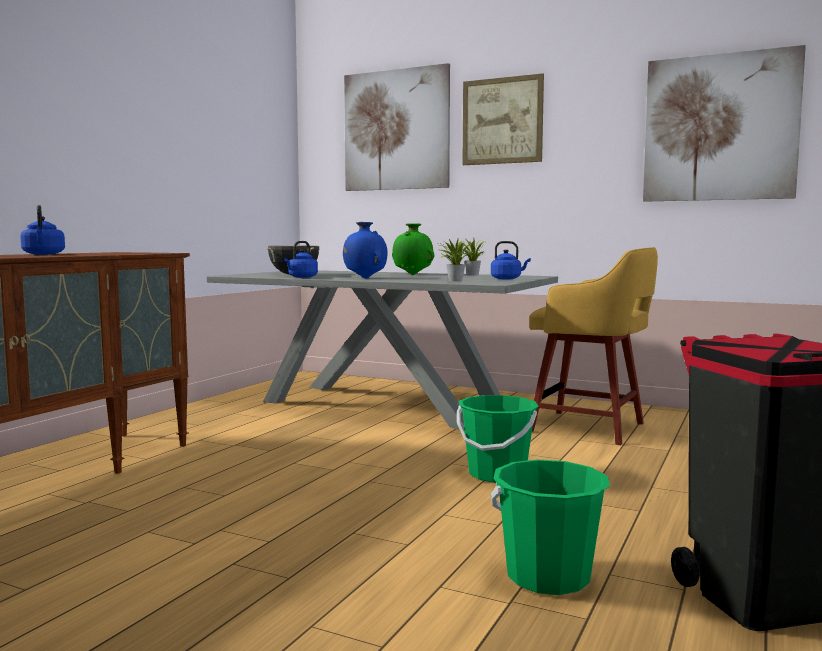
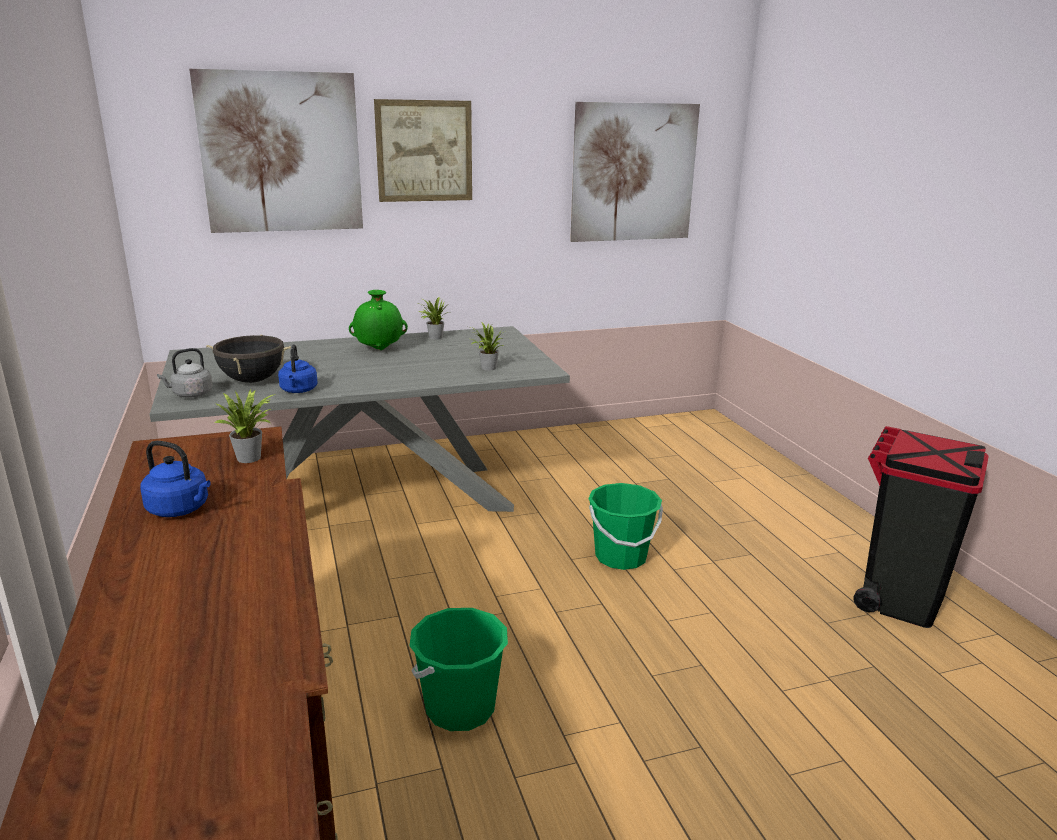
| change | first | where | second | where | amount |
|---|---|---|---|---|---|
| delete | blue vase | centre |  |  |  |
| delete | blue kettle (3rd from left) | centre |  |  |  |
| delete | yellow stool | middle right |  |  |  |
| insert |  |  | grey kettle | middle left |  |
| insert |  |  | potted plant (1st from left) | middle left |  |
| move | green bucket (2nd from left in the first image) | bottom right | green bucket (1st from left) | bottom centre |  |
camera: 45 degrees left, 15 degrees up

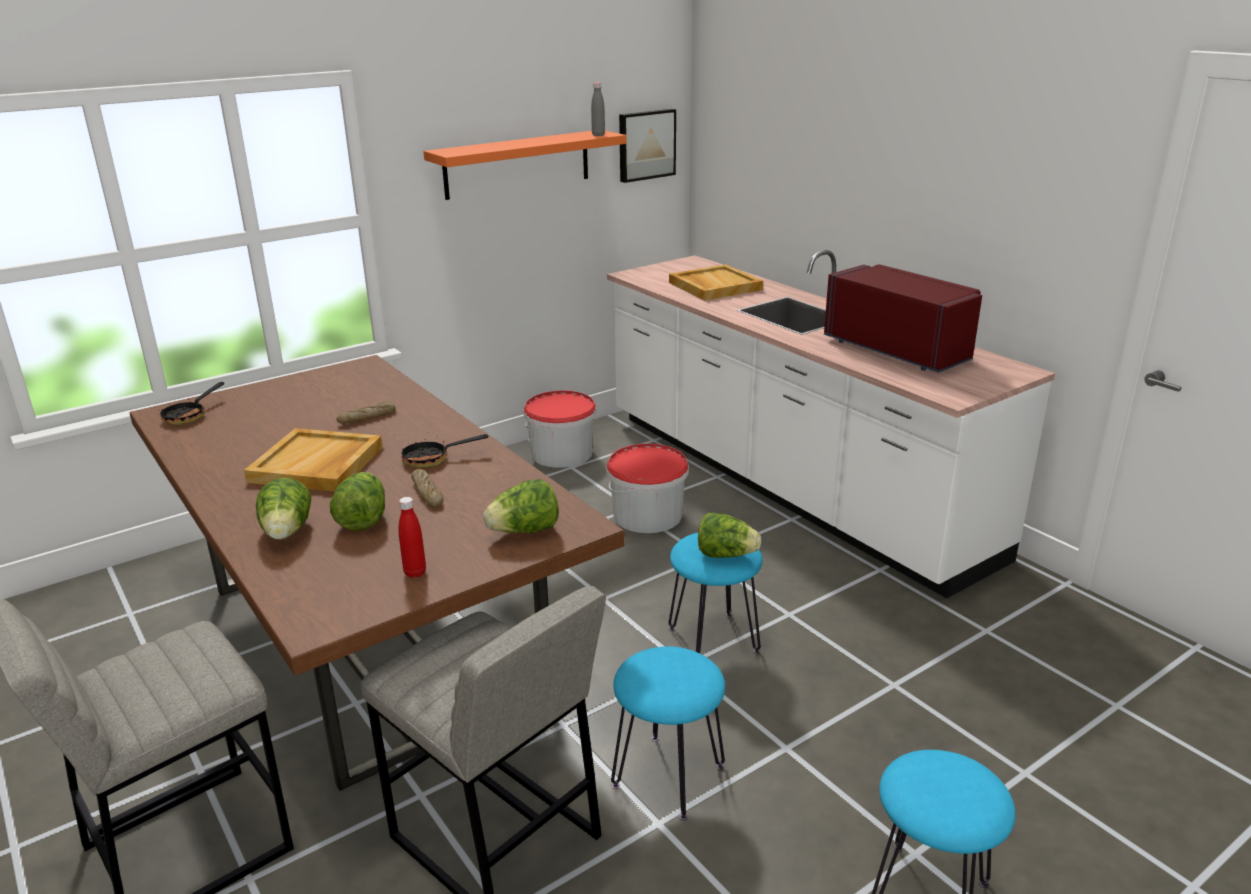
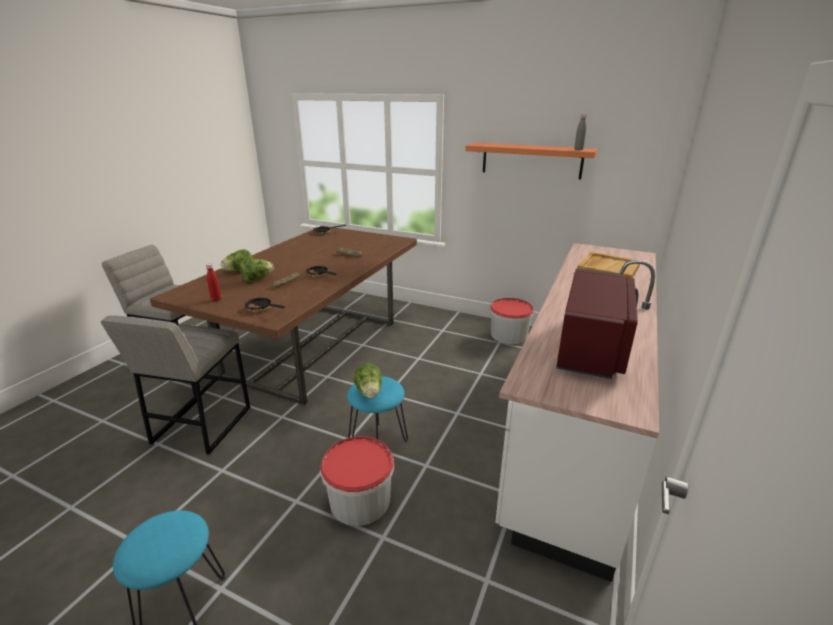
| change | first | where | second | where | amount |
|---|---|---|---|---|---|
| delete | beige tray (1st from left) | middle left |  |  |  |
| delete | turquoise stool (1st from left) | bottom centre |  |  |  |
| delete | picture | top centre |  |  |  |
| move | bucket (2nd from left in the first image) | centre | bucket (1st from left) | bottom centre |  |
| replace | lettuce (3rd from left) | centre | frying pan (1st from left) | middle left |  |
camera: 60 degrees right, 0 degrees up

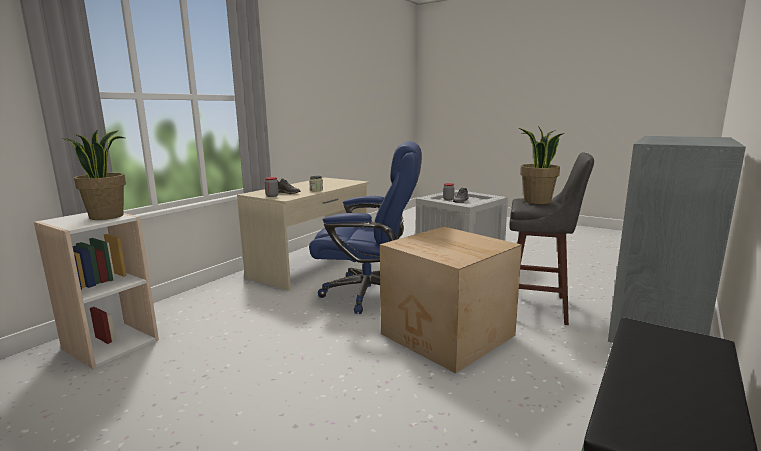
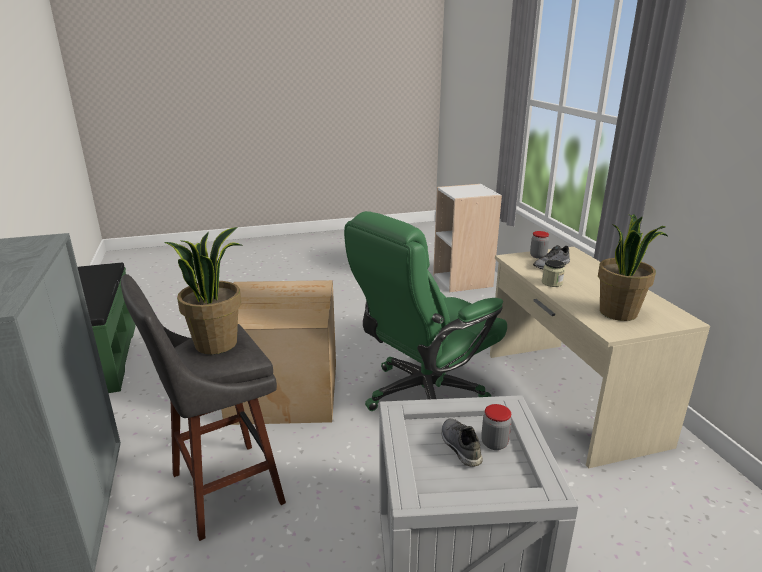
| change | first | where | second | where | amount |
|---|---|---|---|---|---|
| move | potted plant (1st from left in the first image) | middle left | potted plant (2nd from left) | middle right |  |
| recolor | blue office chair | centre | green office chair | centre |  |
camera: 130 degrees right, 10 degrees up

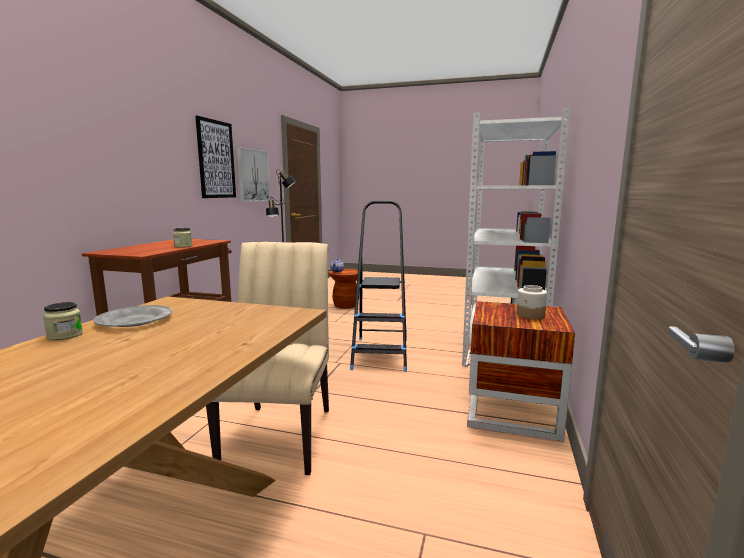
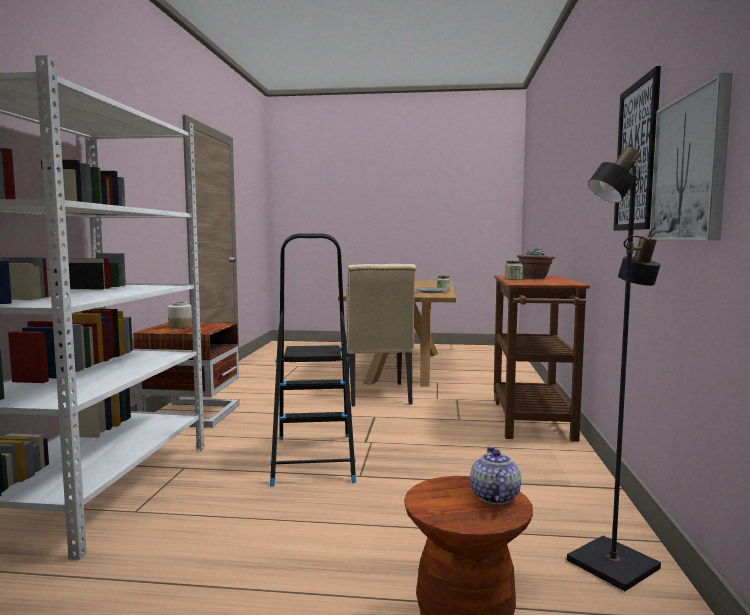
| change | first | where | second | where | amount |
|---|---|---|---|---|---|
| insert |  |  | potted plant | middle right |  |
camera: 170 degrees right, 5 degrees down

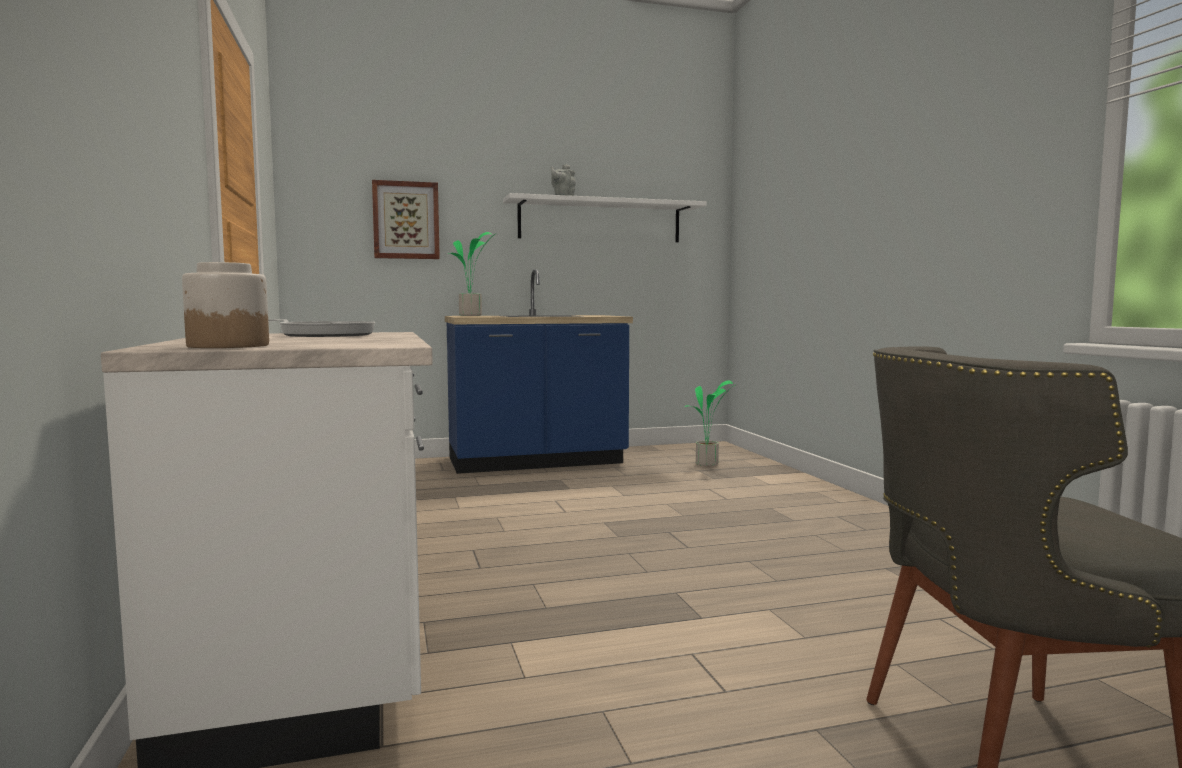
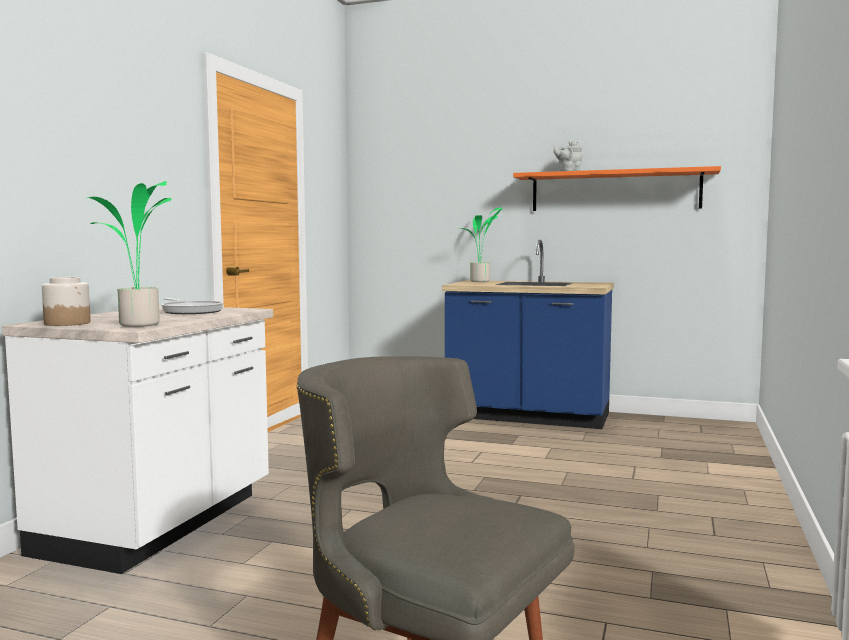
| change | first | where | second | where | amount |
|---|---|---|---|---|---|
| delete | picture | top centre |  |  |  |
| move | potted plant (2nd from left in the first image) | centre | potted plant (1st from left) | middle left |  |
| recolor | white shelf | top centre | orange shelf | top right |  |
camera: 35 degrees right, 0 degrees up

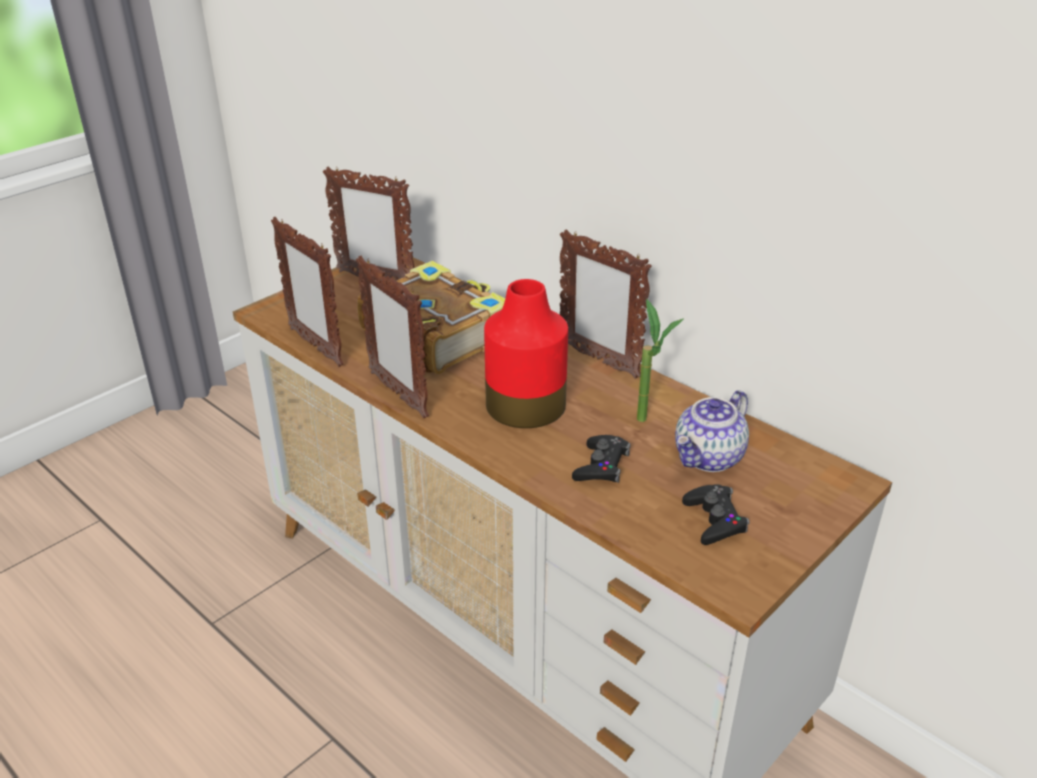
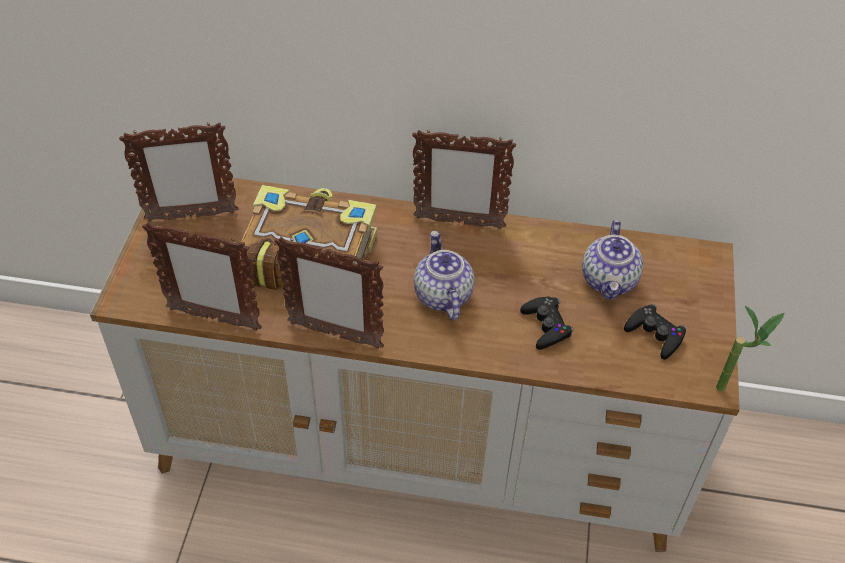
| change | first | where | second | where | amount |
|---|---|---|---|---|---|
| move | potted plant | centre |  | middle right |  |
| replace | red vase | centre | teapot (1st from left) | centre |  |
camera: 35 degrees left, 15 degrees up

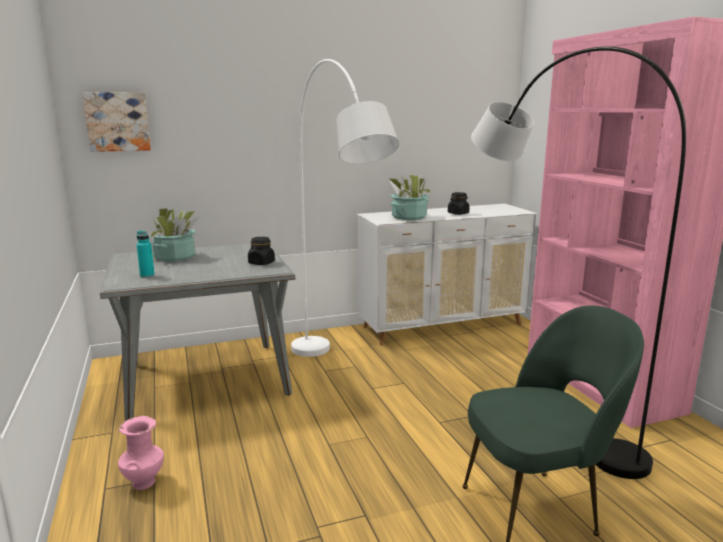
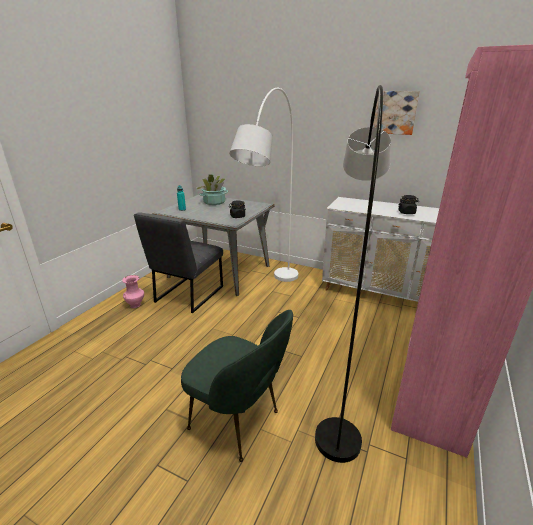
| change | first | where | second | where | amount |
|---|---|---|---|---|---|
| delete | potted plant (2nd from left) | centre |  |  |  |
| insert |  |  | grey chair | centre |  |
| move | picture | top left |  | top right |  |
camera: 45 degrees right, 10 degrees up

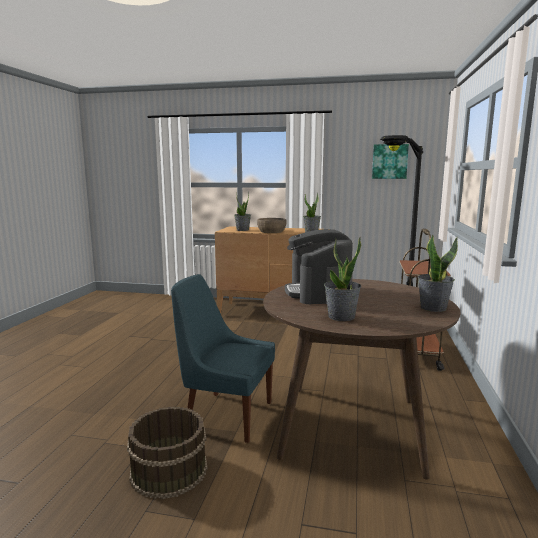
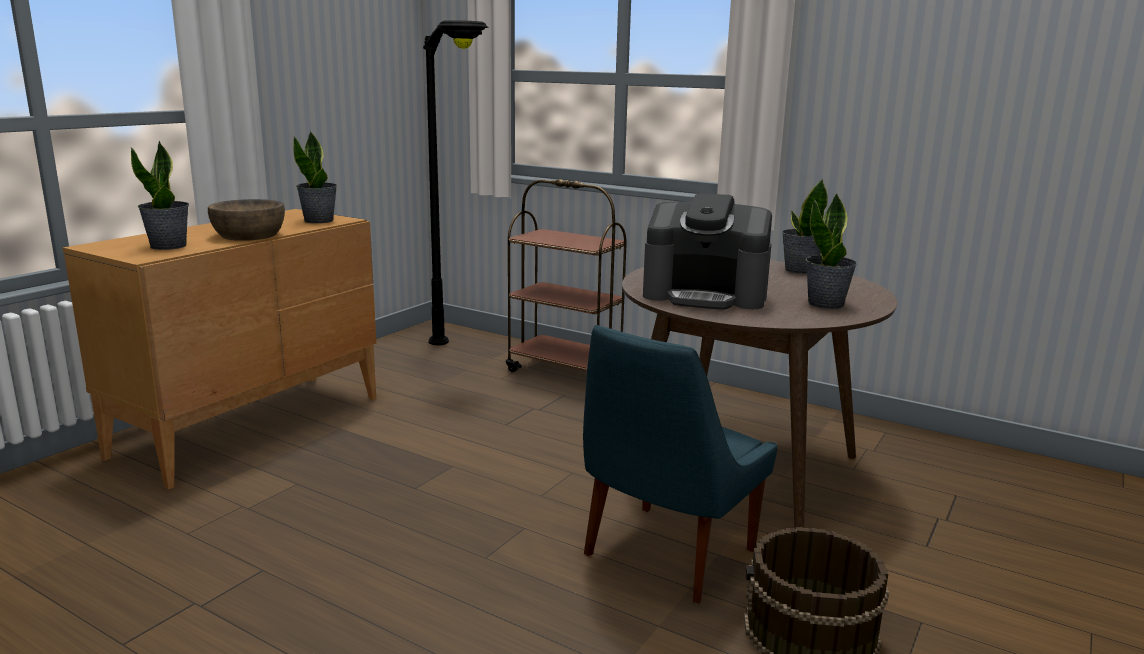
| change | first | where | second | where | amount |
|---|---|---|---|---|---|
| delete | picture | top right |  |  |  |
camera: 70 degrees left, 5 degrees up

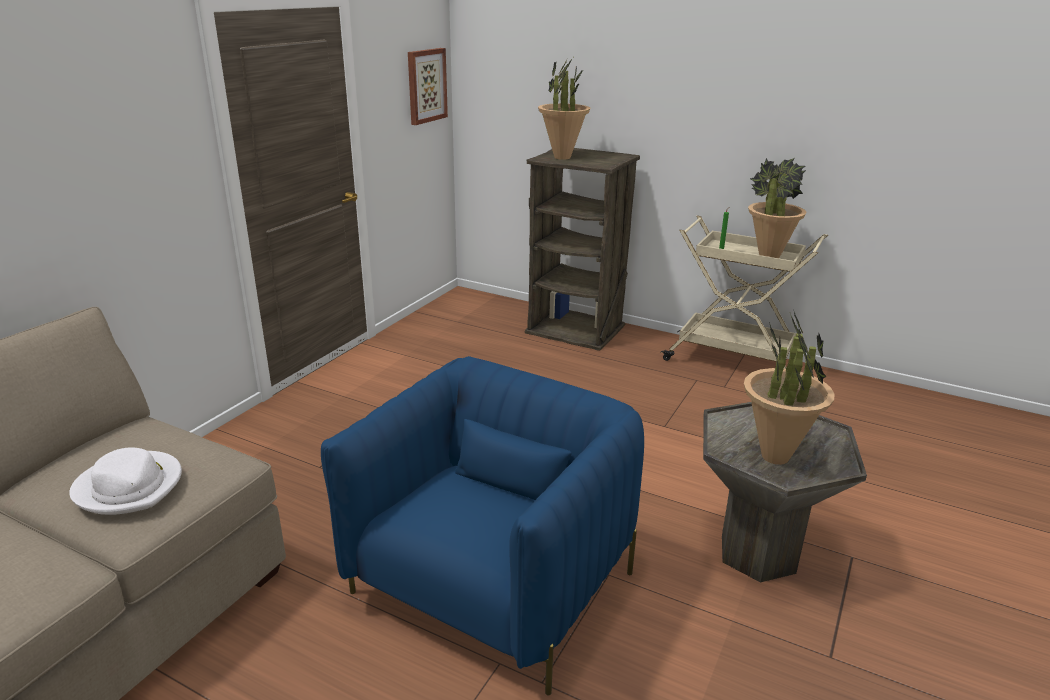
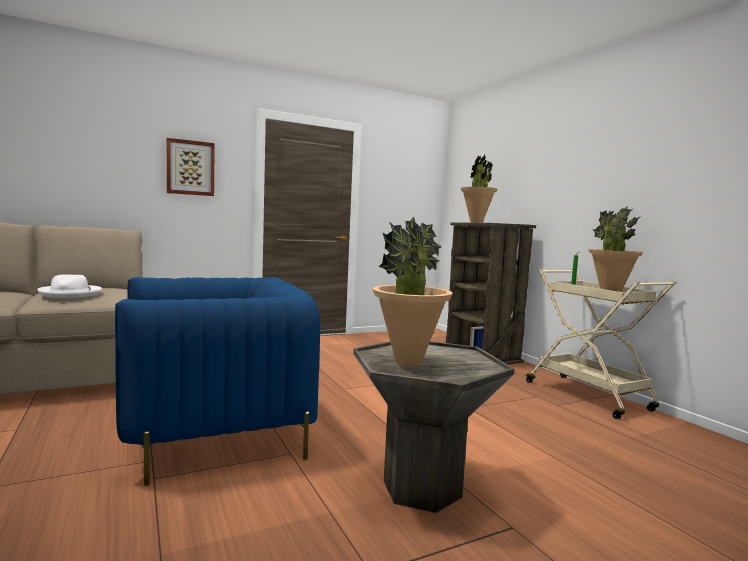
| change | first | where | second | where | amount |
|---|---|---|---|---|---|
| move | picture | top centre |  | top left |  |
camera: 35 degrees right, 20 degrees down

